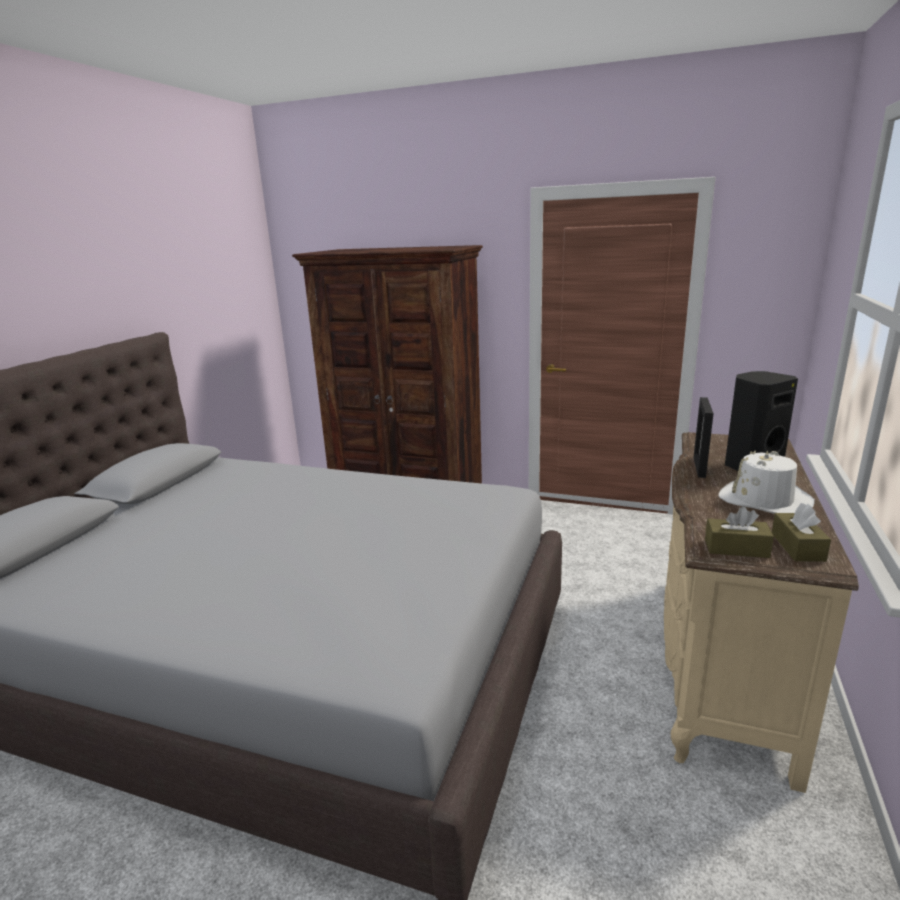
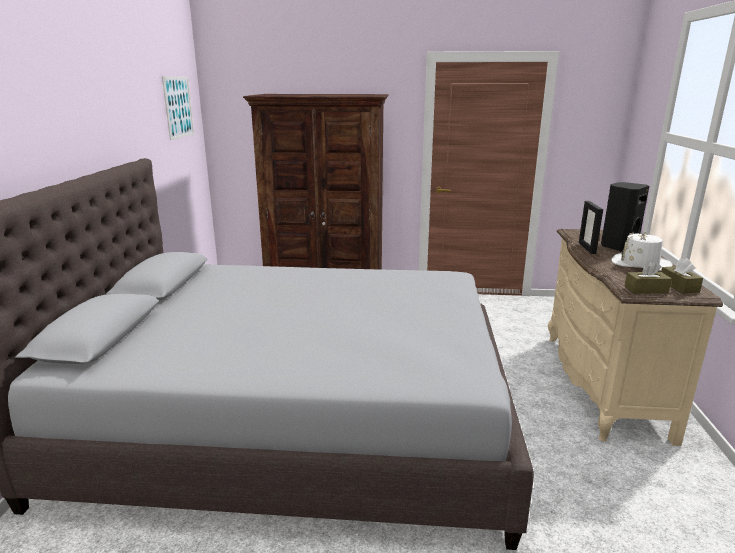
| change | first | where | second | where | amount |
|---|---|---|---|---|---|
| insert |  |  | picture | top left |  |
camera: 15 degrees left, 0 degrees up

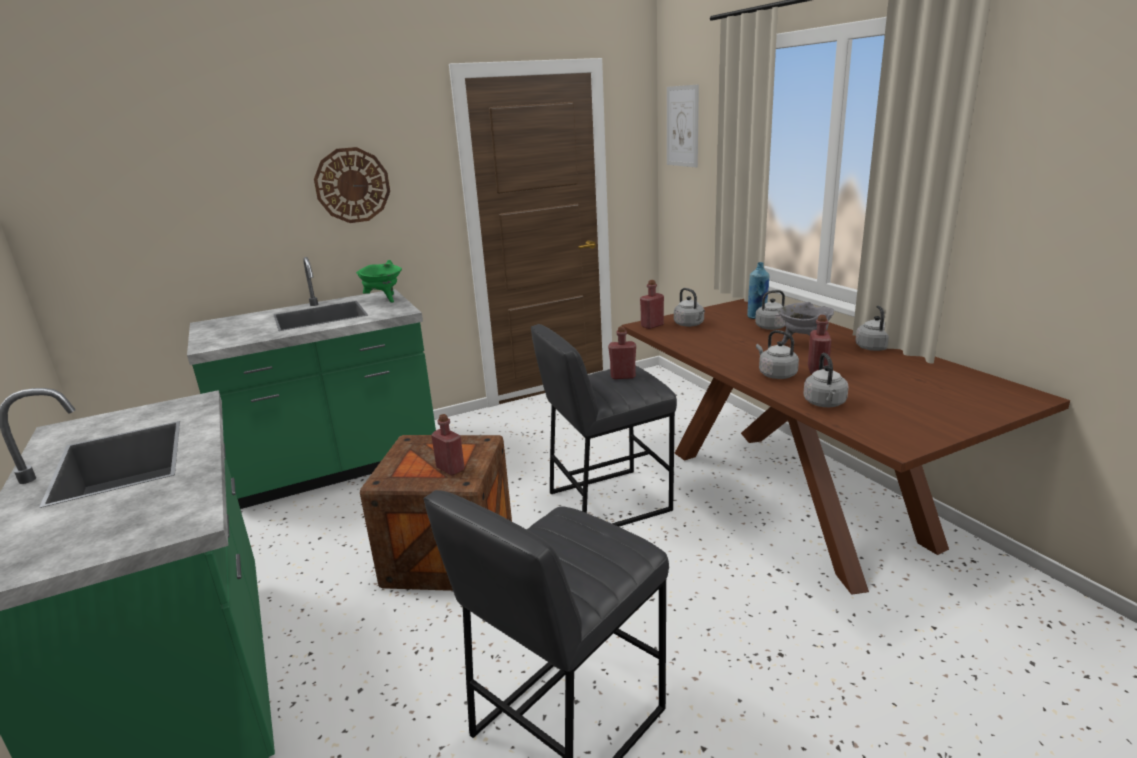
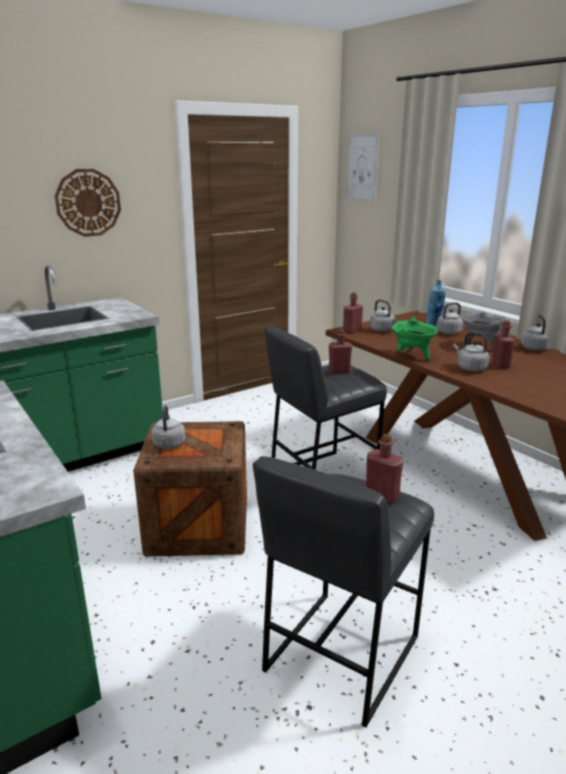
| change | first | where | second | where | amount |
|---|---|---|---|---|---|
| move | green cooking pot | centre |  | middle right |  |
| move | red bottle (1st from left in the first image) | centre | red bottle (3rd from left) | middle right |  |
| move | grey kettle (4th from left in the first image) | middle right | grey kettle (1st from left) | middle left |  |
camera: 10 degrees left, 0 degrees up

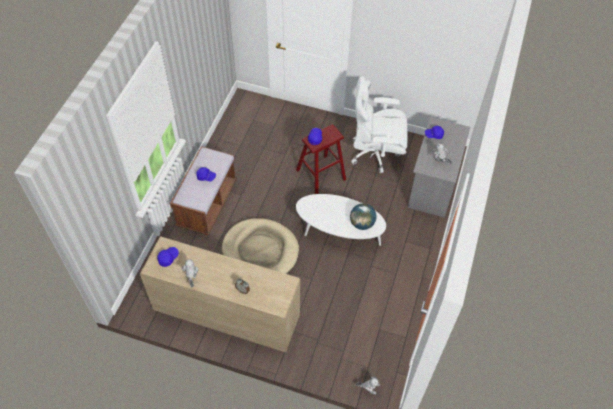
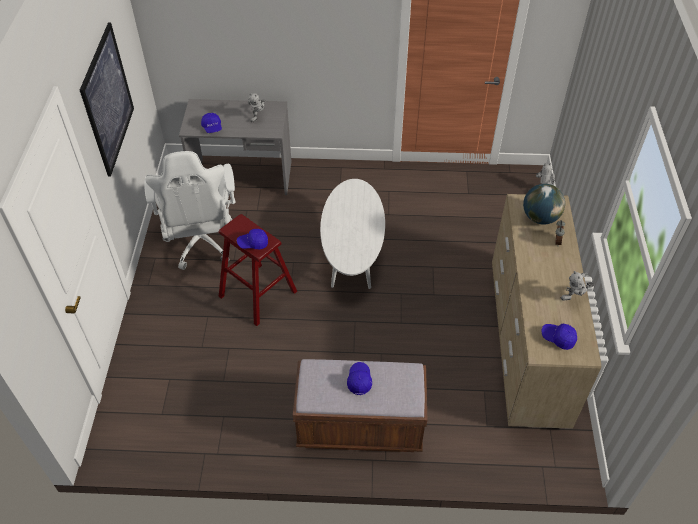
| change | first | where | second | where | amount |
|---|---|---|---|---|---|
| delete | beige dog bed | centre |  |  |  |
| insert |  |  | picture | top left |  |
| move | globe | centre |  | middle right |  |
camera: 105 degrees left, 5 degrees down

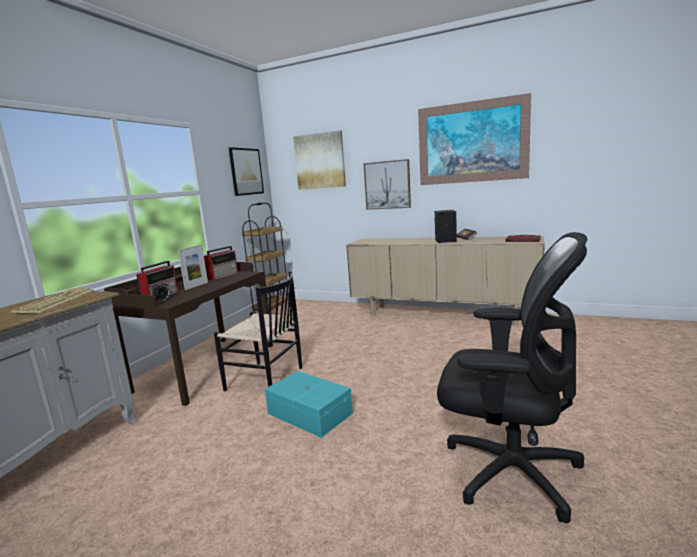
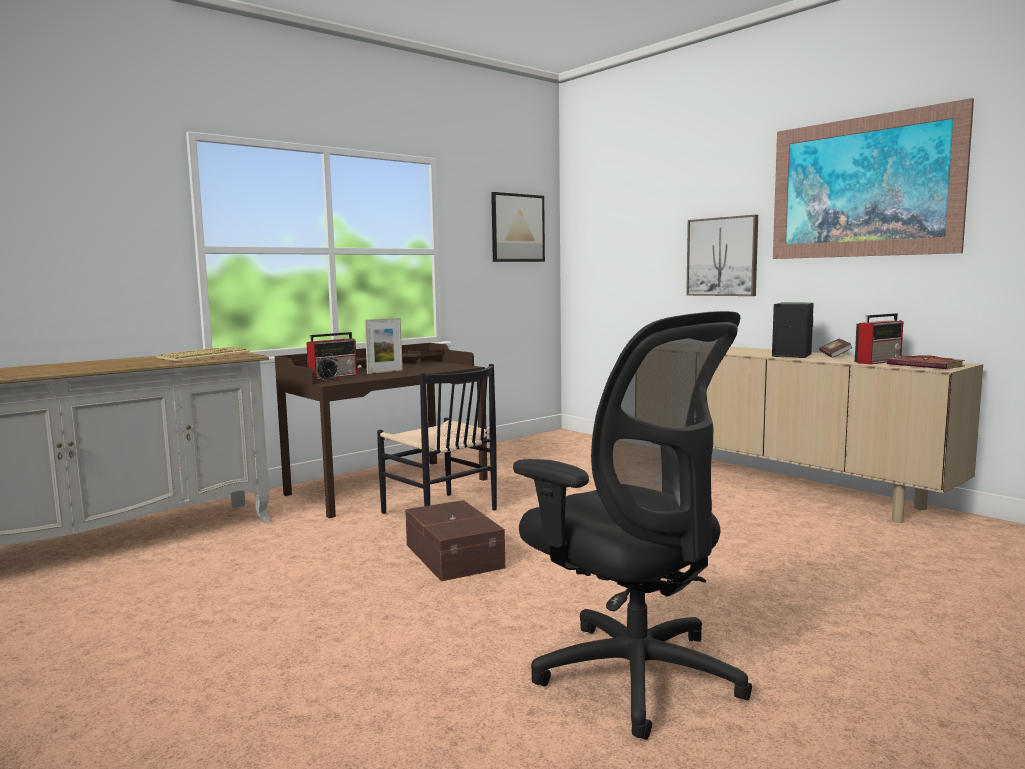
| change | first | where | second | where | amount |
|---|---|---|---|---|---|
| delete | brown cart | centre |  |  |  |
| delete | picture (2nd from left) | top centre |  |  |  |
| move | radio (2nd from left) | middle left |  | middle right |  |
| recolor | turquoise storage box | bottom centre | brown storage box | bottom centre |  |
camera: 25 degrees right, 5 degrees down

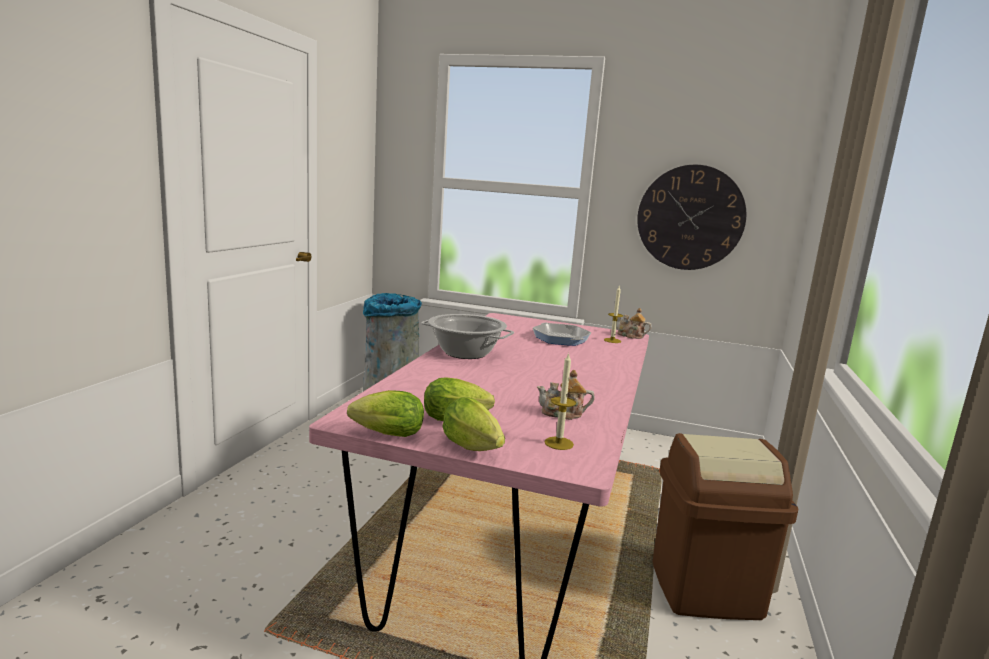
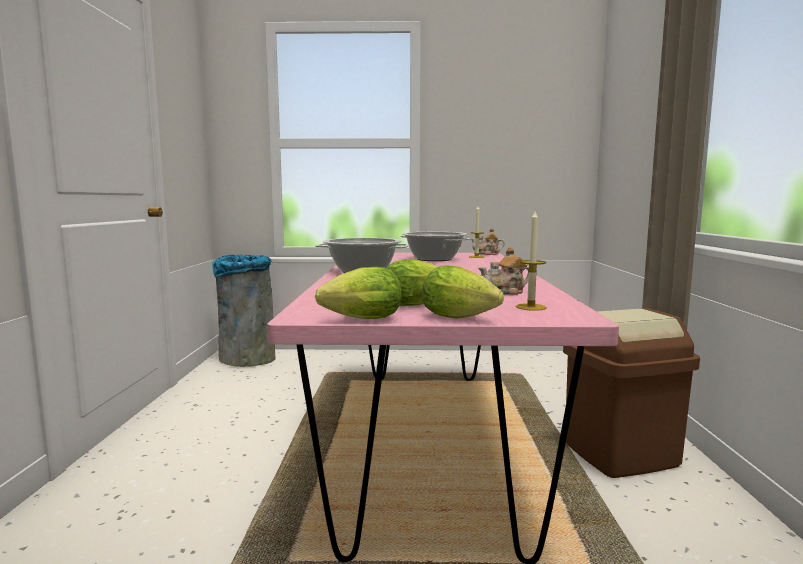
| change | first | where | second | where | amount |
|---|---|---|---|---|---|
| delete | wall clock | top right |  |  |  |
| replace | frying pan | centre | cooking pot (2nd from left) | centre |  |
camera: 15 degrees left, 5 degrees down

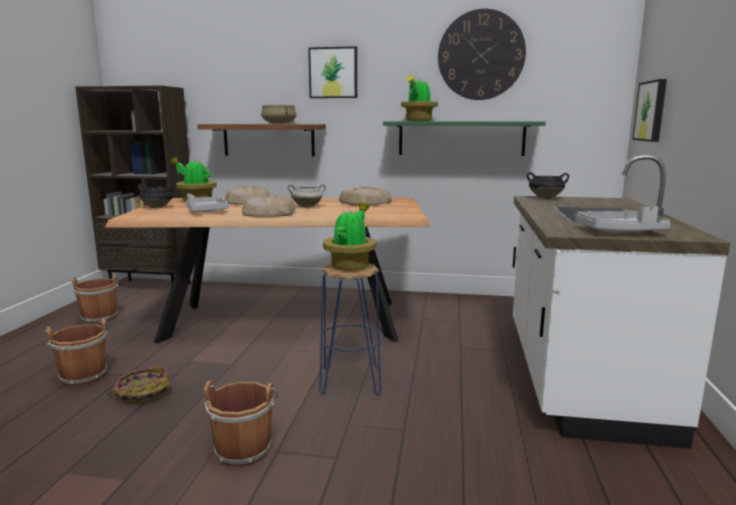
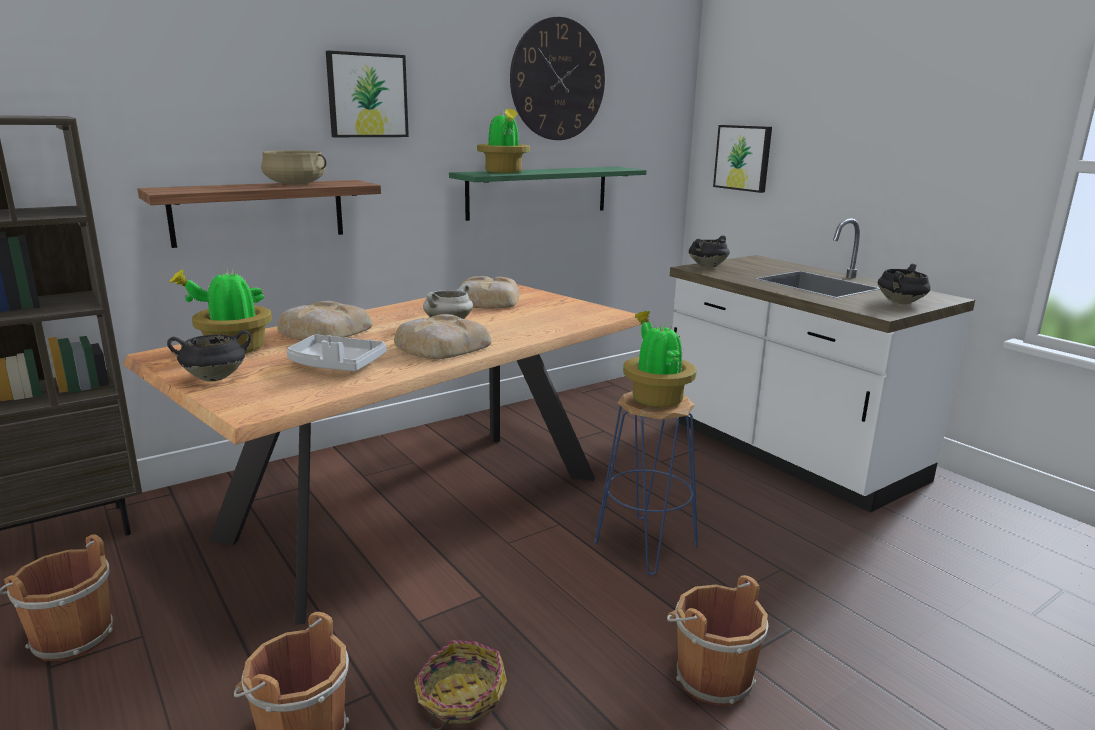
| change | first | where | second | where | amount |
|---|---|---|---|---|---|
| replace | grey tray (2nd from left) | middle right | black cooking pot (3rd from left) | middle right |  |
camera: 45 degrees left, 5 degrees up

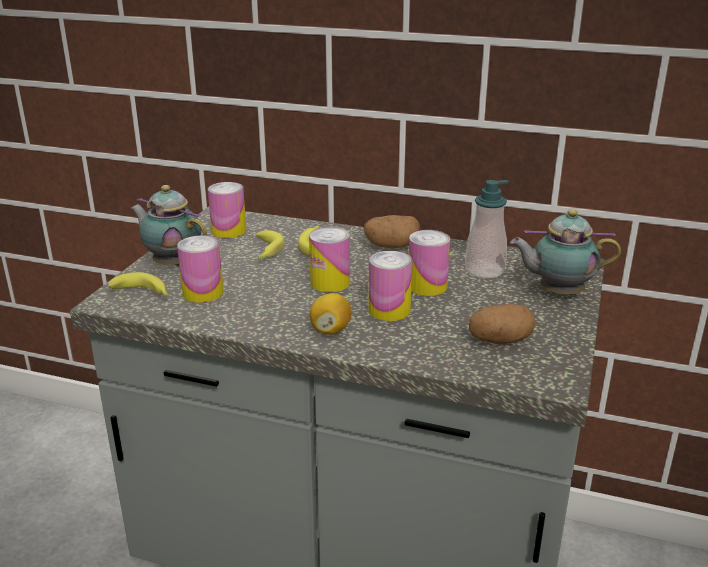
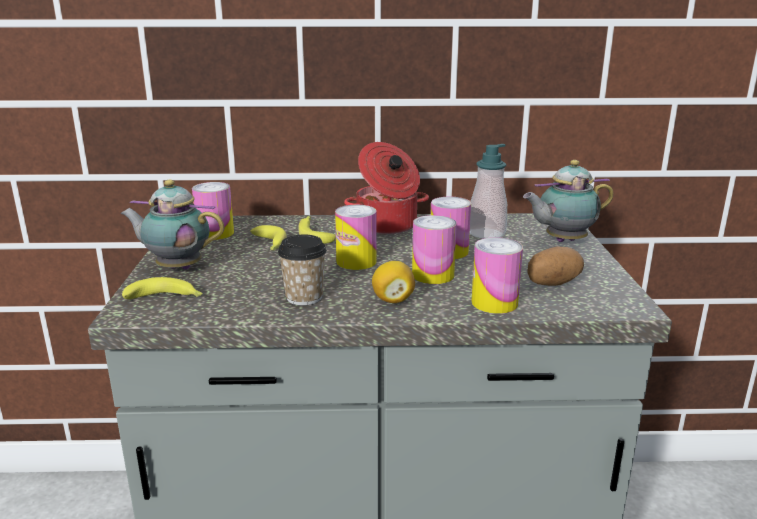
| change | first | where | second | where | amount |
|---|---|---|---|---|---|
| insert |  |  | cup | centre |  |
| move | can (1st from left in the first image) | middle left | can (5th from left) | centre |  |
| replace | potato (1st from left) | centre | cooking pot | centre |  |
camera: 20 degrees left, 5 degrees down

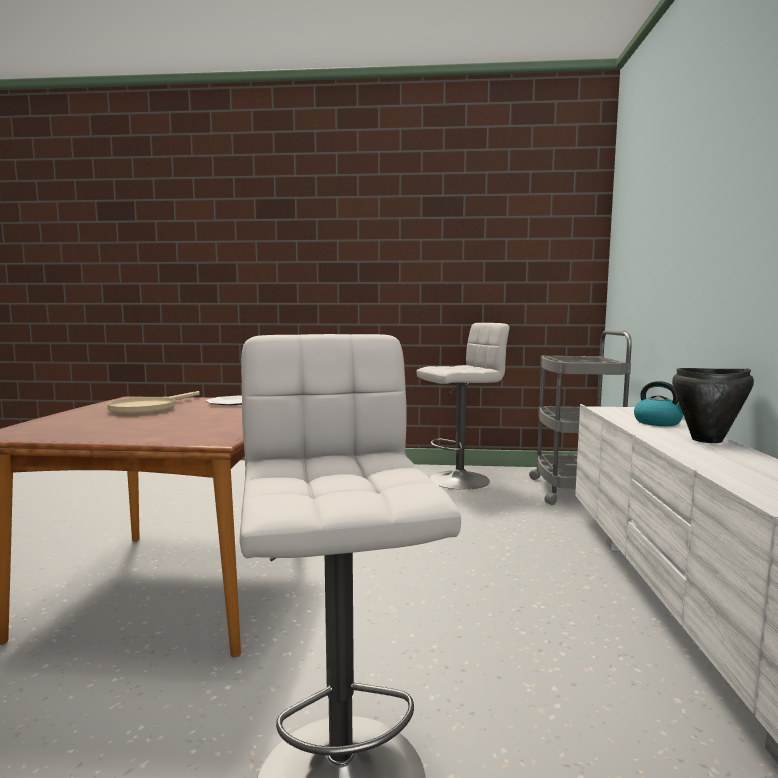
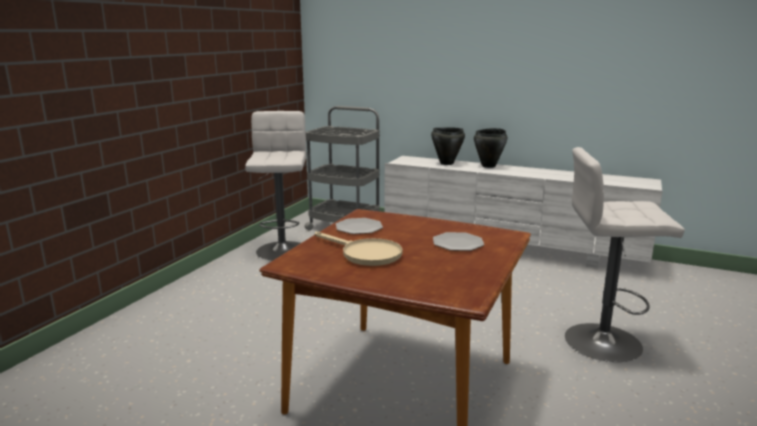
| change | first | where | second | where | amount |
|---|---|---|---|---|---|
| insert |  |  | plate (2nd from left) | centre |  |
| replace | kettle | middle right | black cooking pot (1st from left) | centre |  |
camera: 70 degrees left, 10 degrees up

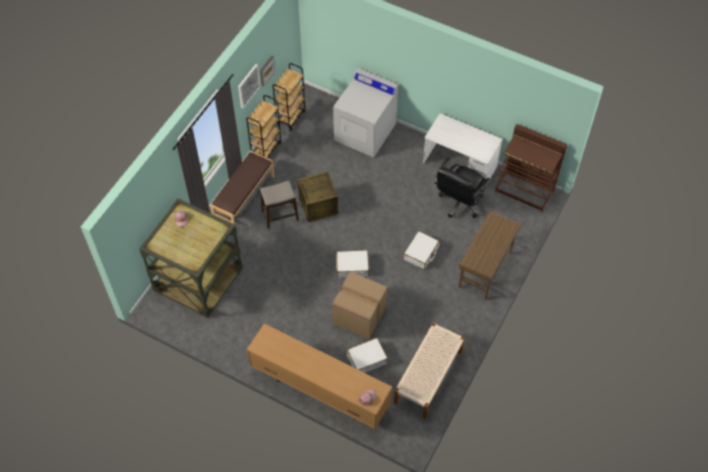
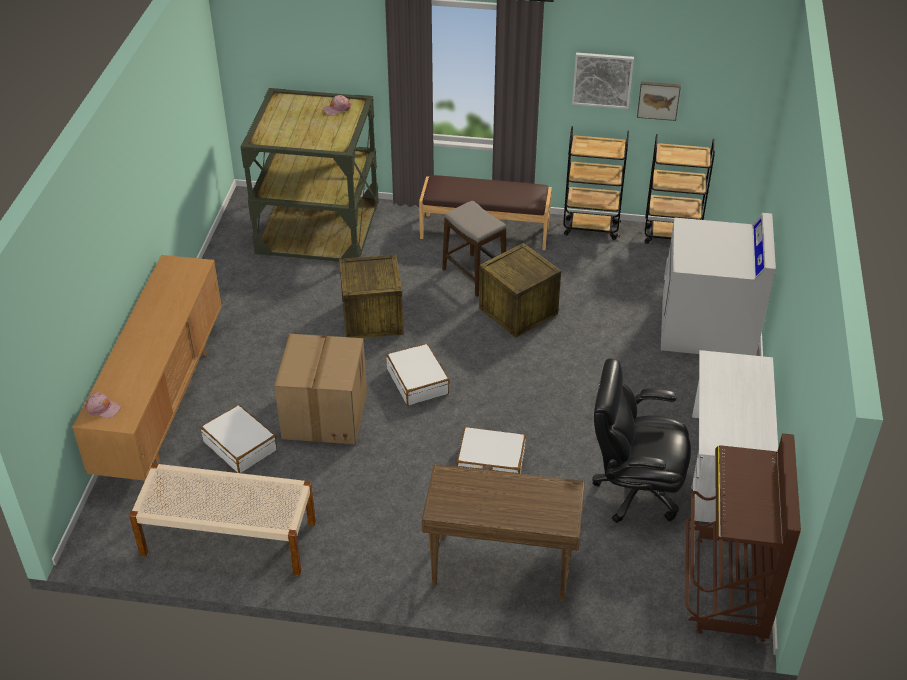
| change | first | where | second | where | amount |
|---|---|---|---|---|---|
| insert |  |  | crate (1st from left) | centre |  |
camera: 70 degrees right, 15 degrees down

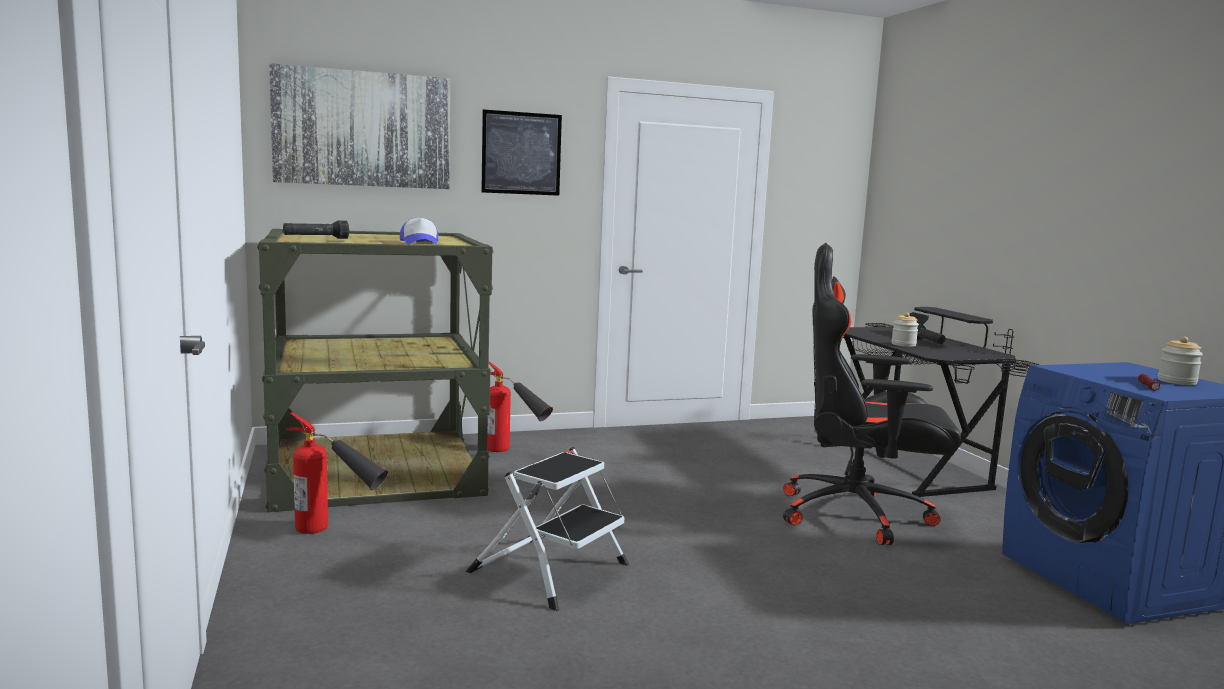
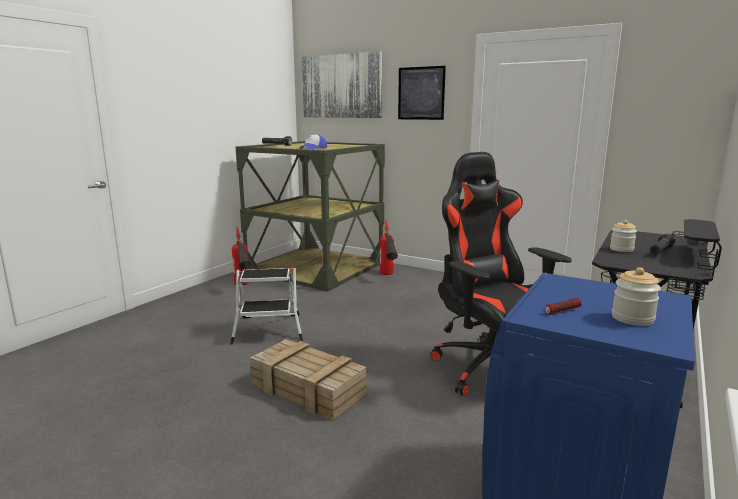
| change | first | where | second | where | amount |
|---|---|---|---|---|---|
| insert |  |  | crate | bottom centre |  |
camera: 50 degrees right, 5 degrees up

